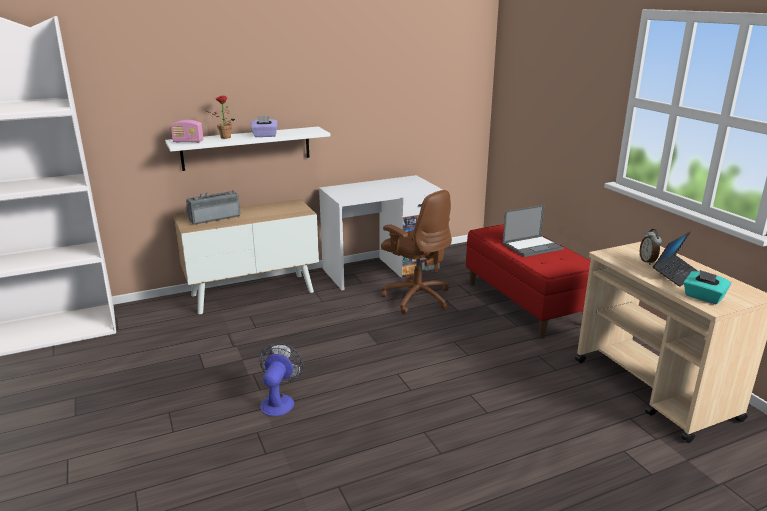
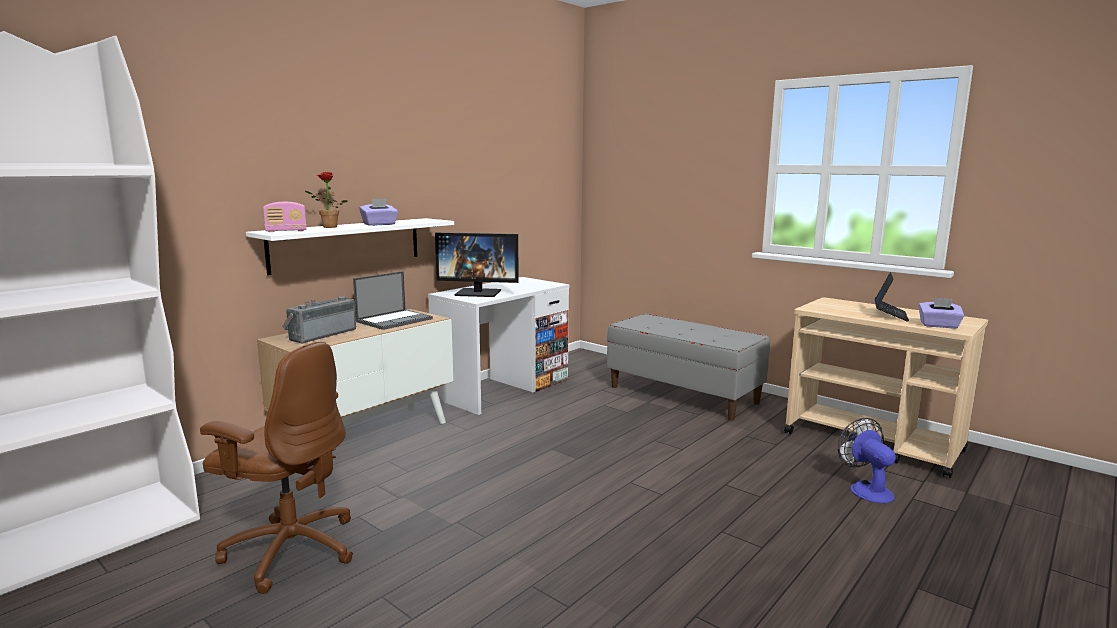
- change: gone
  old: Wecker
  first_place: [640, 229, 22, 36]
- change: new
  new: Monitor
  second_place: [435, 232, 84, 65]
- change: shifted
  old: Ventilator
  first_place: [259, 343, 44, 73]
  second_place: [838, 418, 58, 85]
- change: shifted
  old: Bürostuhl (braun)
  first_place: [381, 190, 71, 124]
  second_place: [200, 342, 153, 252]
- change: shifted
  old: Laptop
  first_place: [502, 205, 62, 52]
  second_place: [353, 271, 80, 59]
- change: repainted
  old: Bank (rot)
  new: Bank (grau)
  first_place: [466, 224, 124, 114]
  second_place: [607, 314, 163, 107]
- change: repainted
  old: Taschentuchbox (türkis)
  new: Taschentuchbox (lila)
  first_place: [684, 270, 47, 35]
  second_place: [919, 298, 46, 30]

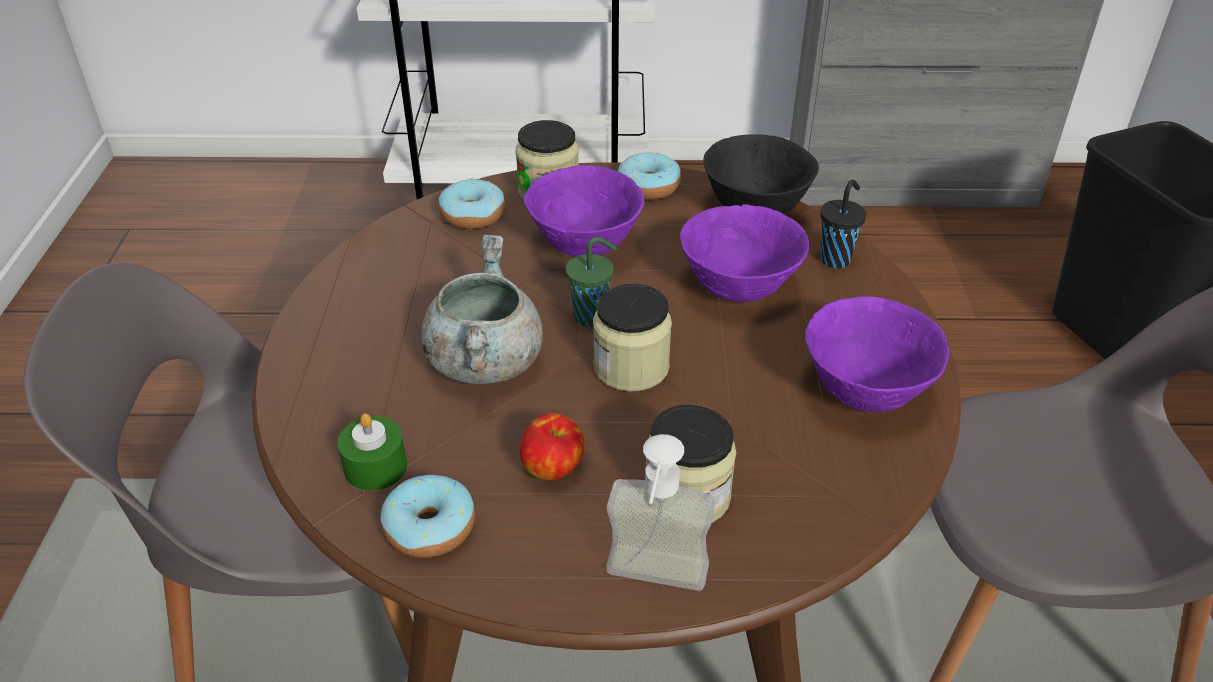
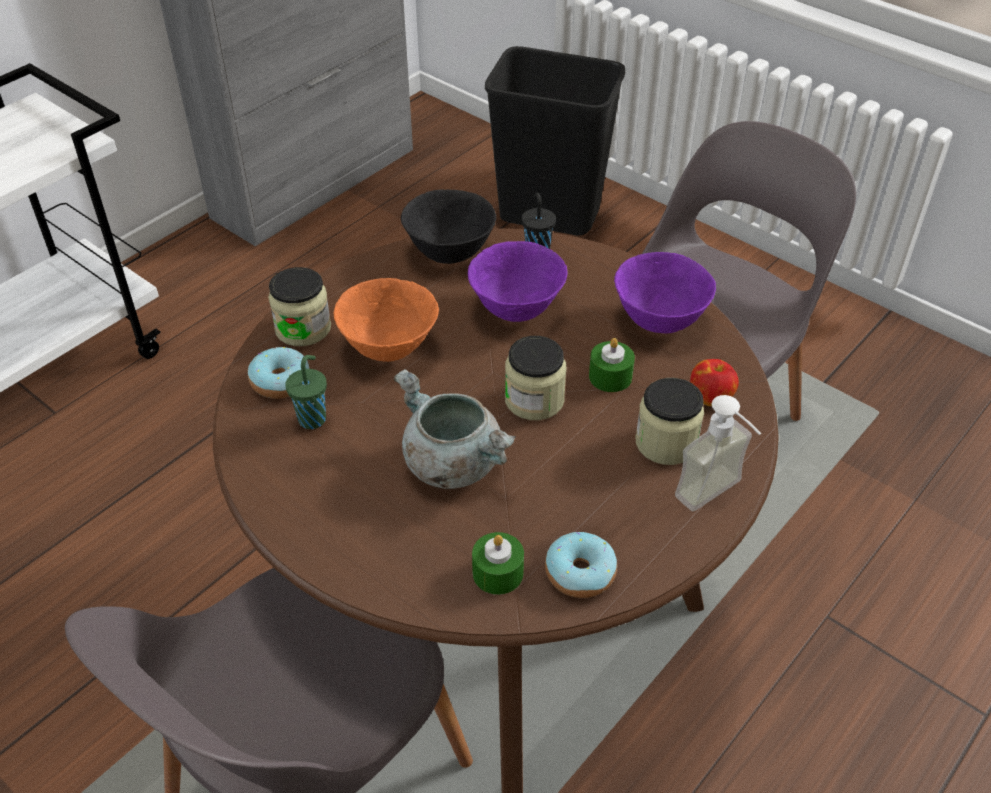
- change: gone
  old: Donut
  first_place: [618, 152, 63, 48]
- change: new
  new: Kerze (grün)
  second_place: [589, 338, 46, 54]
- change: shifted
  old: Apfel
  first_place: [520, 413, 65, 68]
  second_place: [690, 359, 49, 47]
- change: shifted
  old: Tasse (grün)
  first_place: [565, 237, 52, 90]
  second_place: [285, 355, 42, 74]
- change: repainted
  old: Schüssel (lila)
  new: Schüssel (orange)
  first_place: [524, 165, 120, 92]
  second_place: [333, 278, 106, 84]

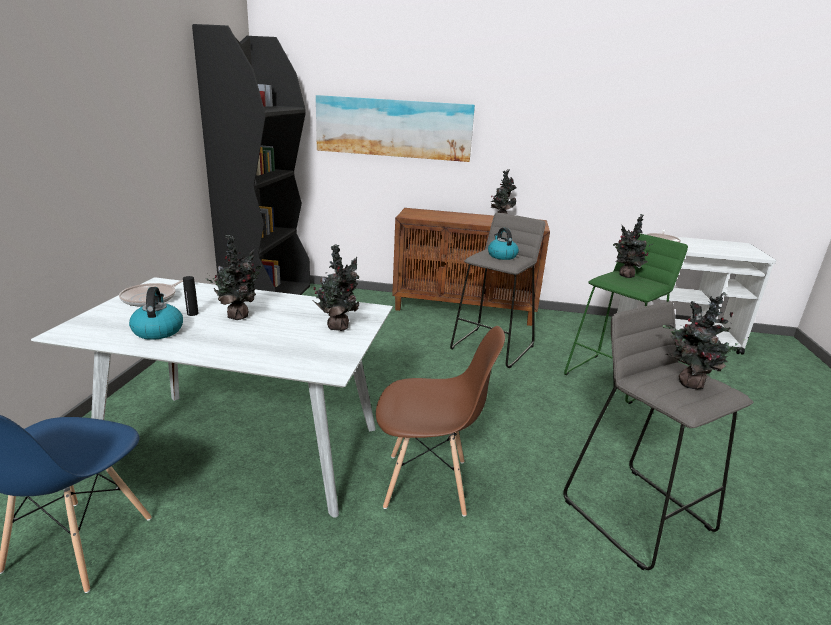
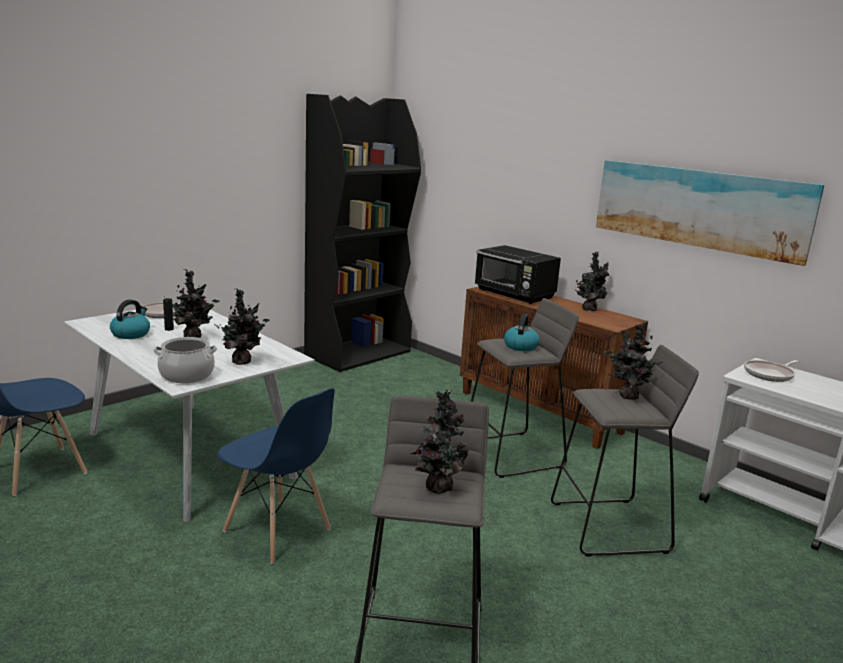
- change: new
  new: Kochtopf
  second_place: [153, 337, 64, 46]
- change: new
  new: Mikrowelle (schwarz)
  second_place: [475, 245, 86, 59]
- change: shifted
  old: Bild
  first_place: [316, 95, 159, 67]
  second_place: [596, 160, 228, 106]
- change: repainted
  old: Stuhl (braun)
  new: Stuhl (blau)
  first_place: [376, 326, 129, 191]
  second_place: [217, 388, 118, 176]
- change: repainted
  old: Hocker (grün)
  new: Hocker (grau)
  first_place: [564, 232, 124, 172]
  second_place: [551, 345, 148, 212]

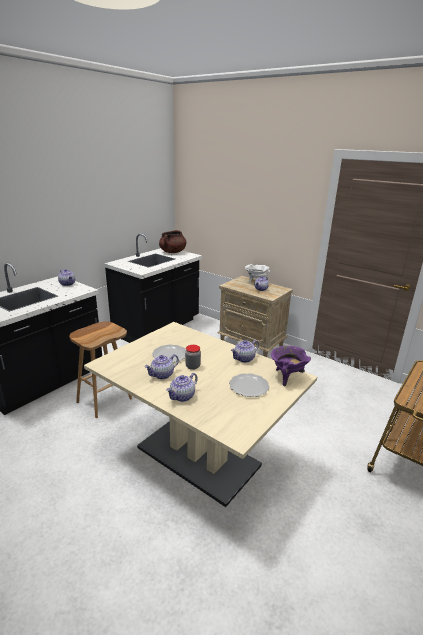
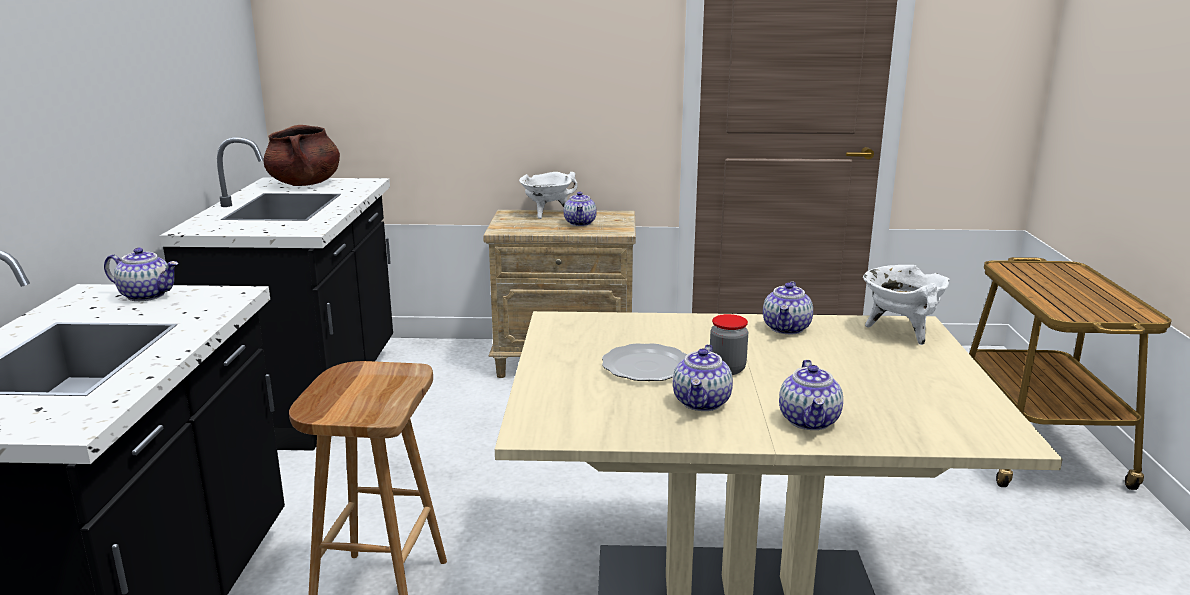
- change: gone
  old: Teller
  first_place: [229, 373, 41, 24]
- change: repainted
  old: Kochtopf (lila)
  new: Kochtopf (weiß)
  first_place: [271, 346, 40, 40]
  second_place: [863, 265, 87, 80]

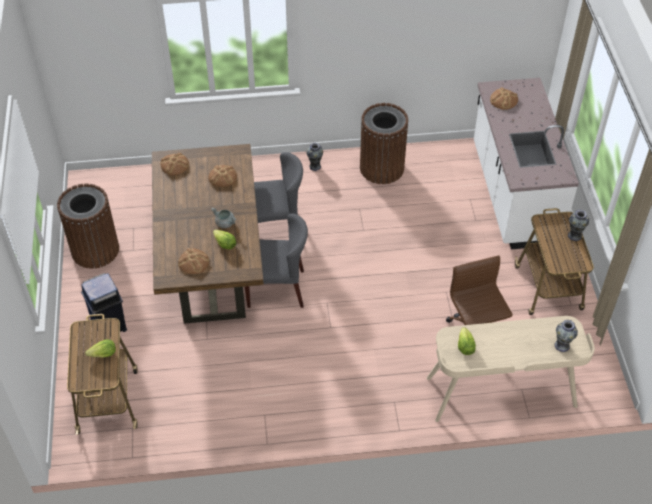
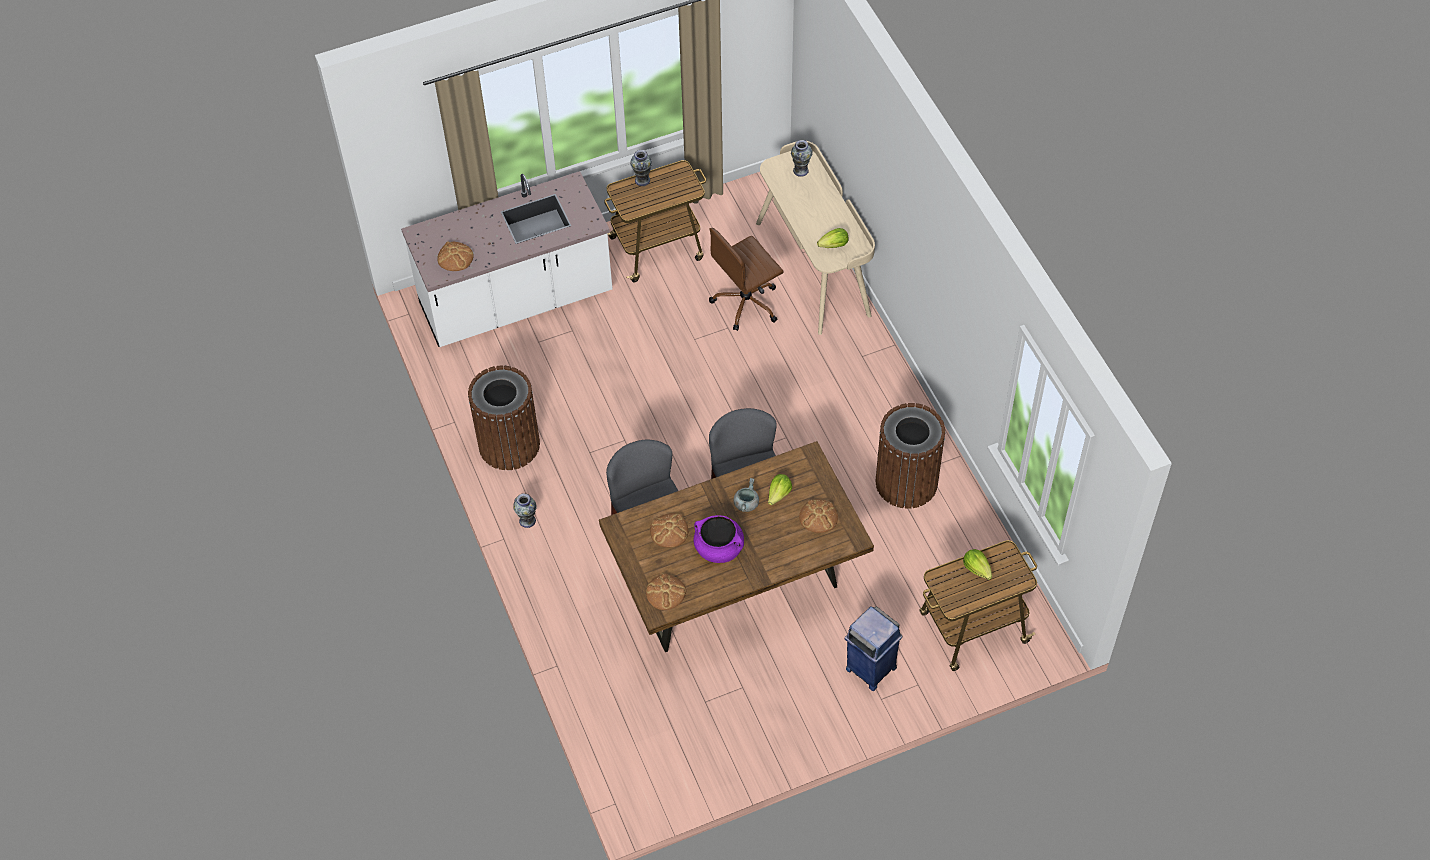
- change: new
  new: Kochtopf (lila)
  second_place: [694, 515, 50, 48]
- change: shifted
  old: Mülleimer (braun)
  first_place: [57, 183, 62, 86]
  second_place: [876, 403, 69, 106]

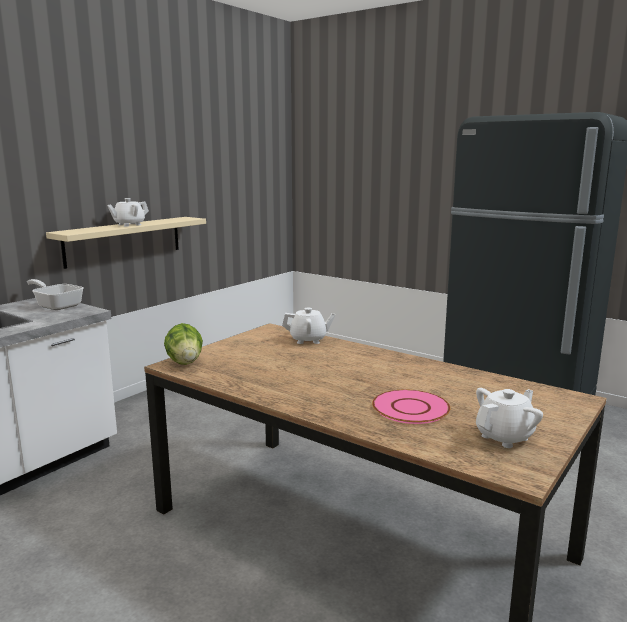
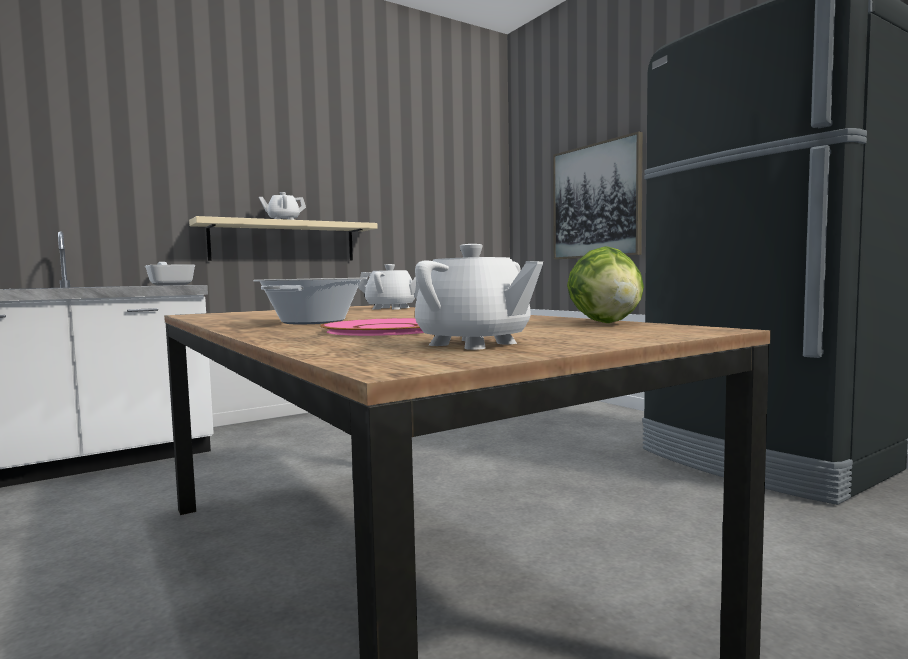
- change: new
  new: Kochtopf
  second_place: [253, 278, 114, 46]
- change: new
  new: Bild
  second_place: [553, 131, 90, 128]
- change: shifted
  old: Salatkopf
  first_place: [164, 323, 39, 42]
  second_place: [567, 246, 77, 77]
- change: rotated
  old: Teekanne (weiß)
  first_place: [476, 388, 67, 60]
  second_place: [415, 244, 128, 106]
  degrees: 60

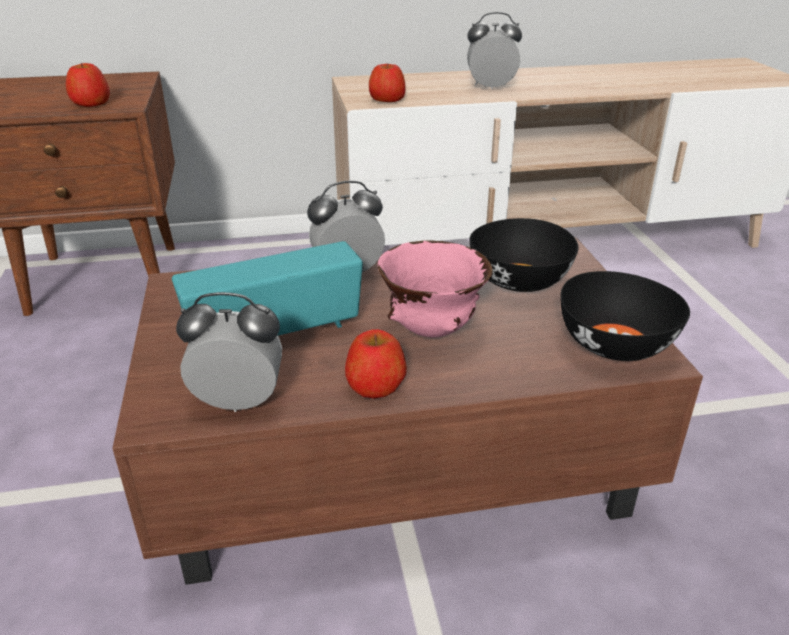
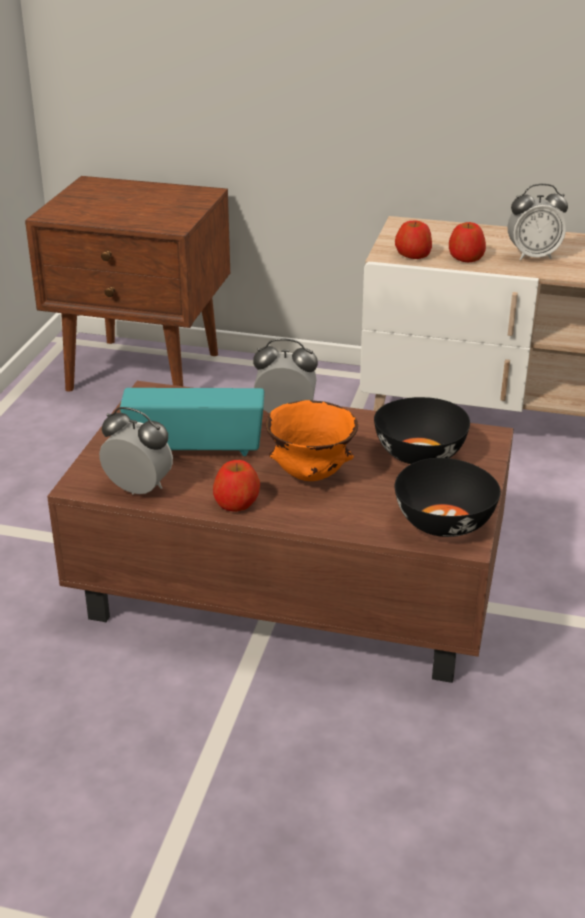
- change: shifted
  old: Apfel
  first_place: [66, 63, 44, 44]
  second_place: [449, 222, 37, 41]
- change: repainted
  old: Schüssel (rosa)
  new: Schüssel (orange)
  first_place: [378, 240, 115, 98]
  second_place: [265, 400, 93, 81]
- change: rotated
  old: Wecker
  first_place: [467, 12, 55, 77]
  second_place: [508, 184, 60, 76]
  degrees: 150

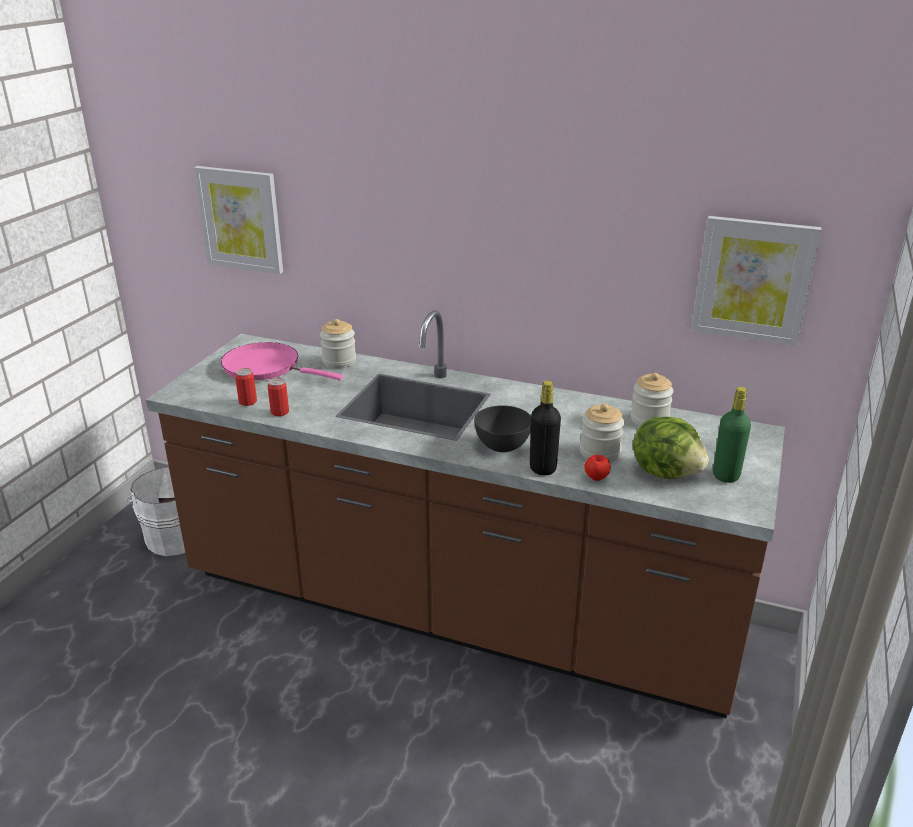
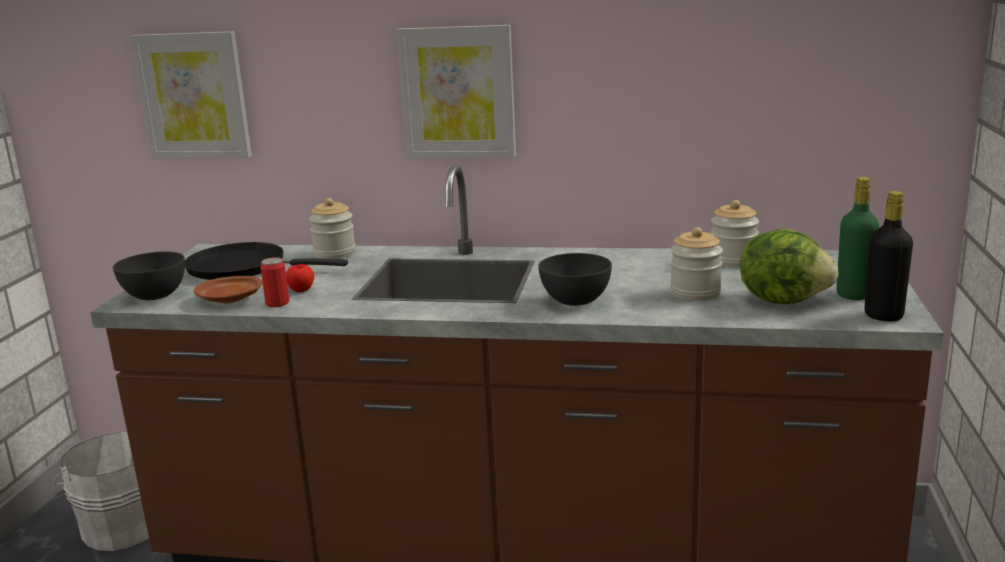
- change: new
  new: Schüssel (grau)
  second_place: [113, 251, 72, 49]
- change: shifted
  old: Flasche (schwarz)
  first_place: [530, 381, 31, 94]
  second_place: [864, 191, 49, 131]
- change: shifted
  old: Apfel
  first_place: [584, 455, 27, 26]
  second_place: [286, 264, 28, 28]
- change: shifted
  old: Bild
  first_place: [691, 216, 130, 130]
  second_place: [397, 25, 119, 134]
- change: swapped
  old: Dose
  new: Teller (braun)
  first_place: [235, 368, 22, 38]
  second_place: [194, 276, 68, 27]
- change: repainted
  old: Pfanne (rosa)
  new: Pfanne (schwarz)
  first_place: [221, 342, 122, 39]
  second_place: [185, 242, 163, 38]

